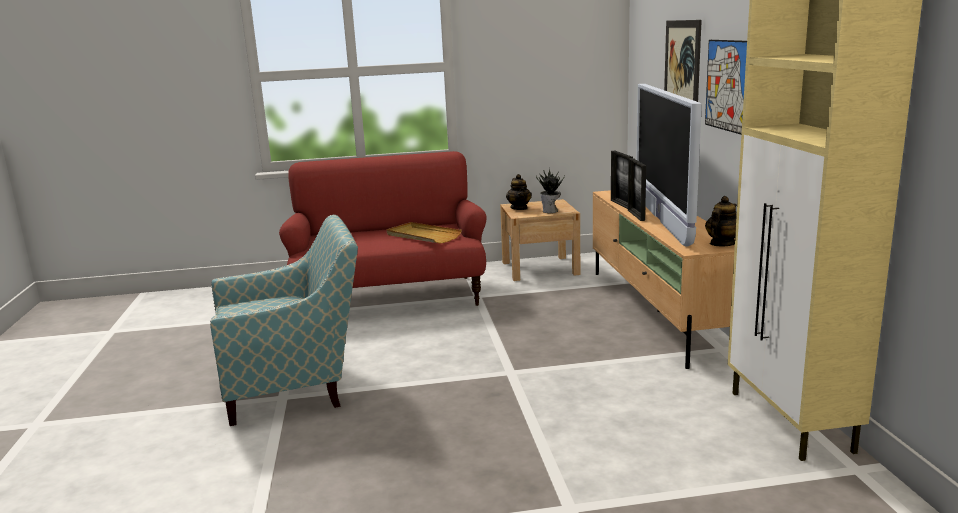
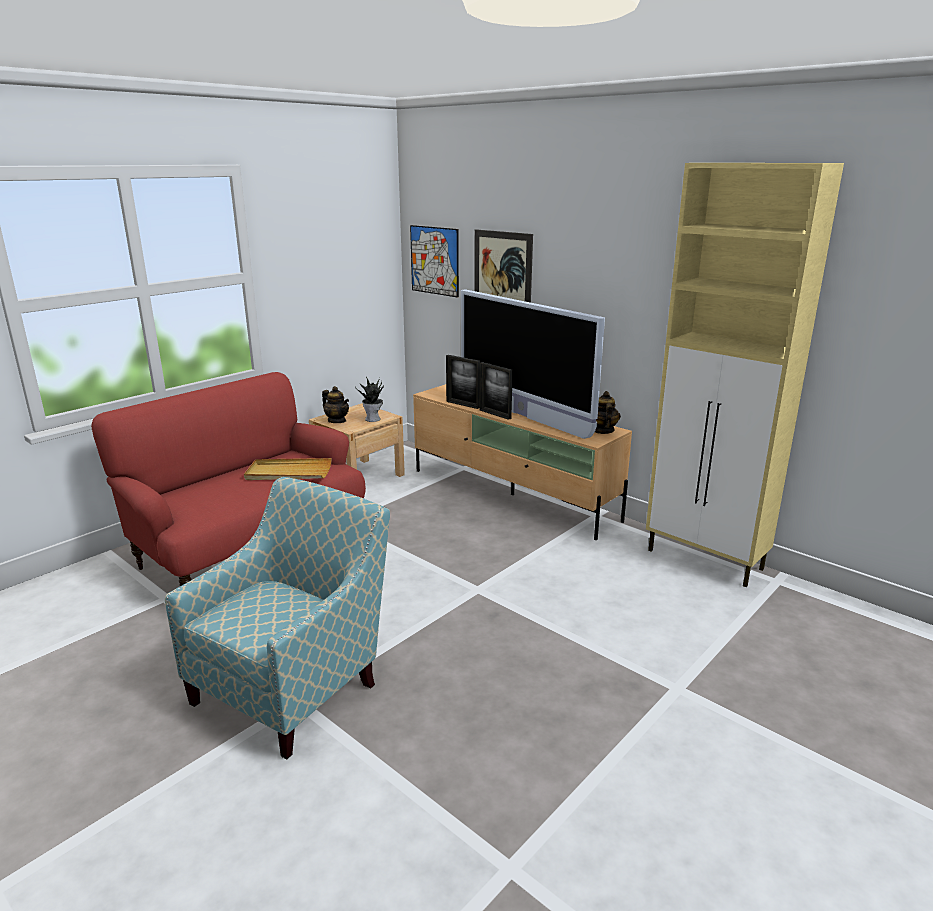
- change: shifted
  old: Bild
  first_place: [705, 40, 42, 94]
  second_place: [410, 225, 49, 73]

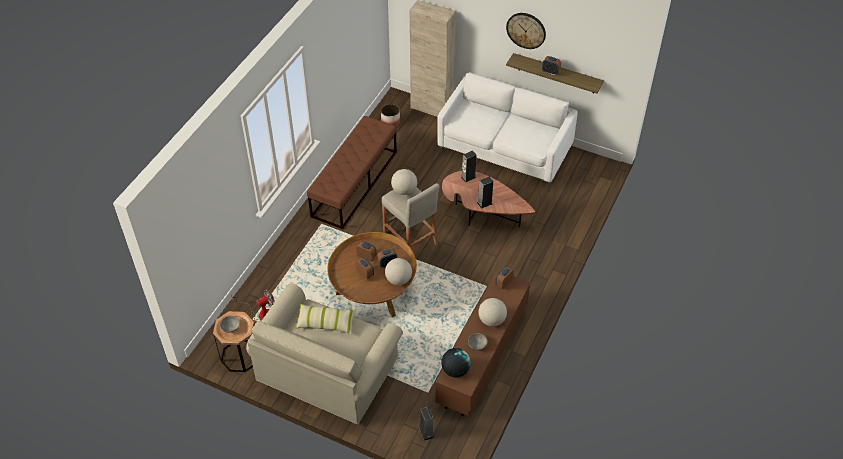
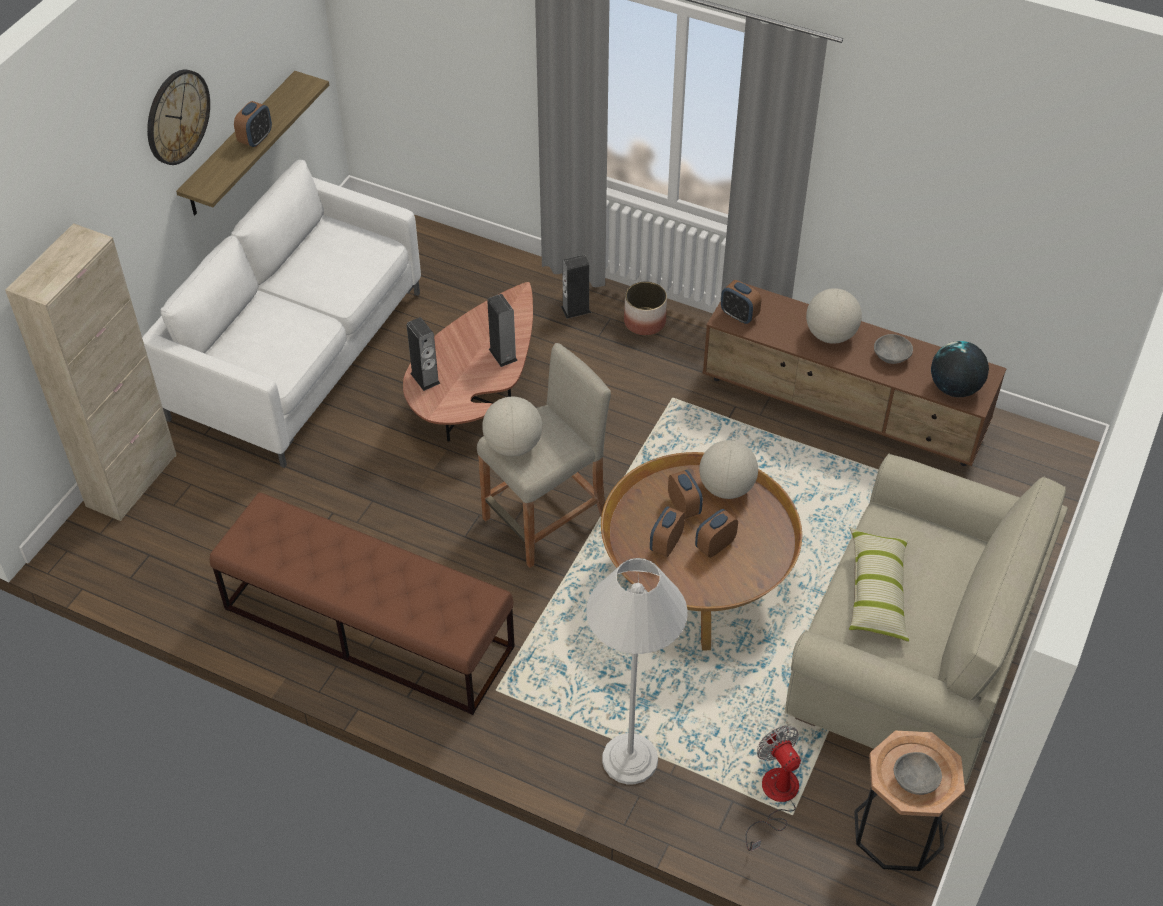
- change: new
  new: Stehlampe (weiß)
  second_place: [586, 558, 102, 226]
- change: shifted
  old: Pflanzkübel
  first_place: [381, 104, 19, 23]
  second_place: [624, 281, 43, 54]
- change: shifted
  old: Lautsprecher
  first_place: [419, 407, 15, 34]
  second_place: [561, 255, 30, 64]

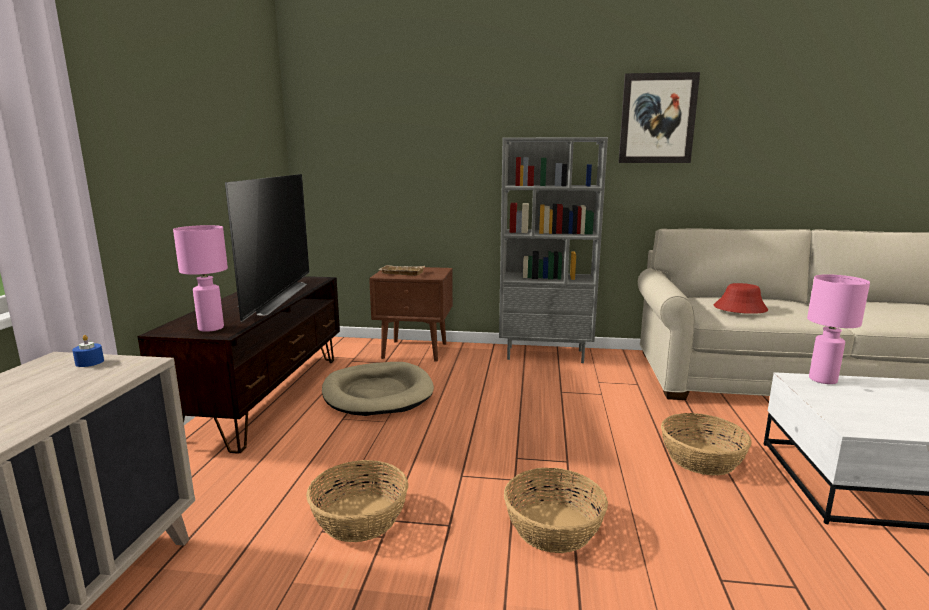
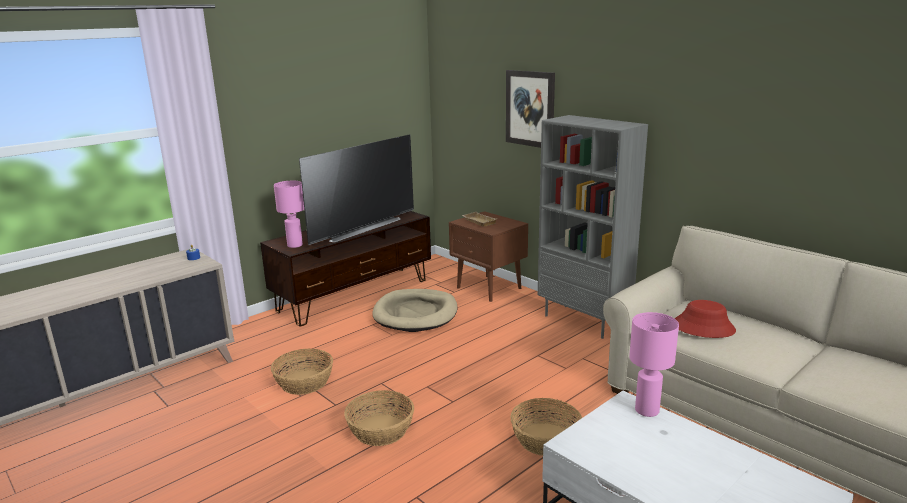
- change: shifted
  old: Bild
  first_place: [618, 72, 82, 91]
  second_place: [506, 70, 49, 78]

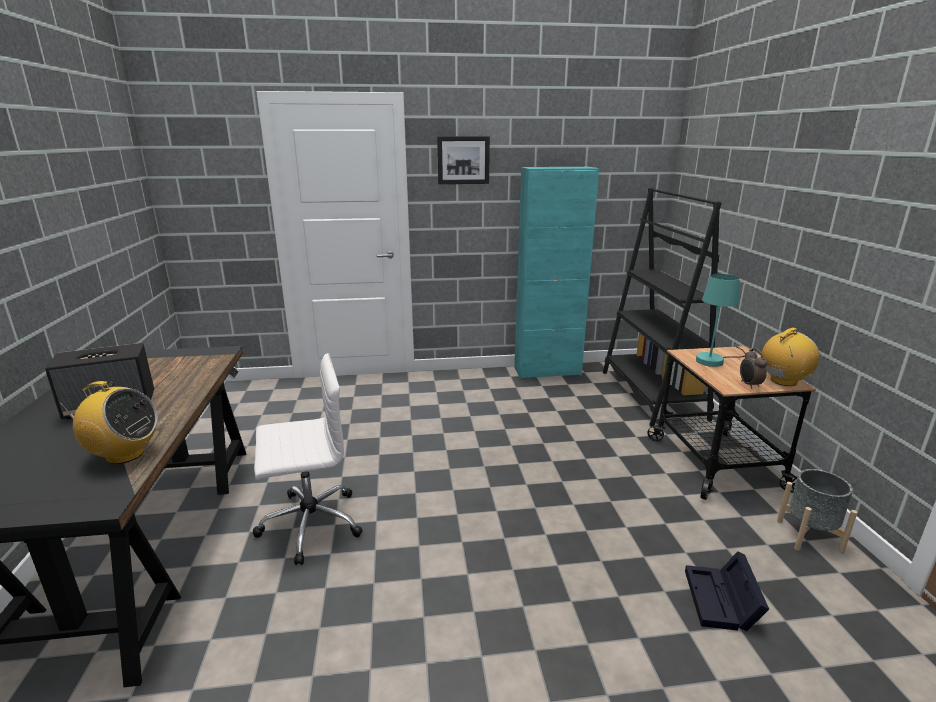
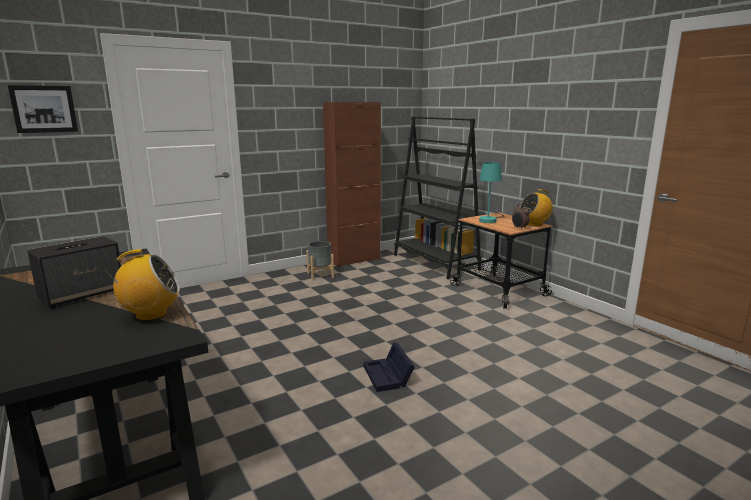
- change: gone
  old: Bürostuhl (weiß)
  first_place: [253, 353, 110, 212]
- change: shifted
  old: Bild
  first_place: [437, 136, 53, 48]
  second_place: [8, 85, 70, 48]
- change: shifted
  old: Aufbewahrungsbox (schwarz)
  first_place: [685, 551, 84, 80]
  second_place: [363, 342, 52, 50]
- change: shifted
  old: Pflanzkübel (grau)
  first_place: [777, 469, 80, 85]
  second_place: [306, 241, 28, 39]
- change: repainted
  old: Schrank (türkis)
  new: Schrank (braun)
  first_place: [514, 167, 85, 212]
  second_place: [323, 102, 58, 165]
- change: rotated
  old: Radio
  first_place: [762, 328, 58, 58]
  second_place: [520, 189, 33, 37]
  degrees: -150

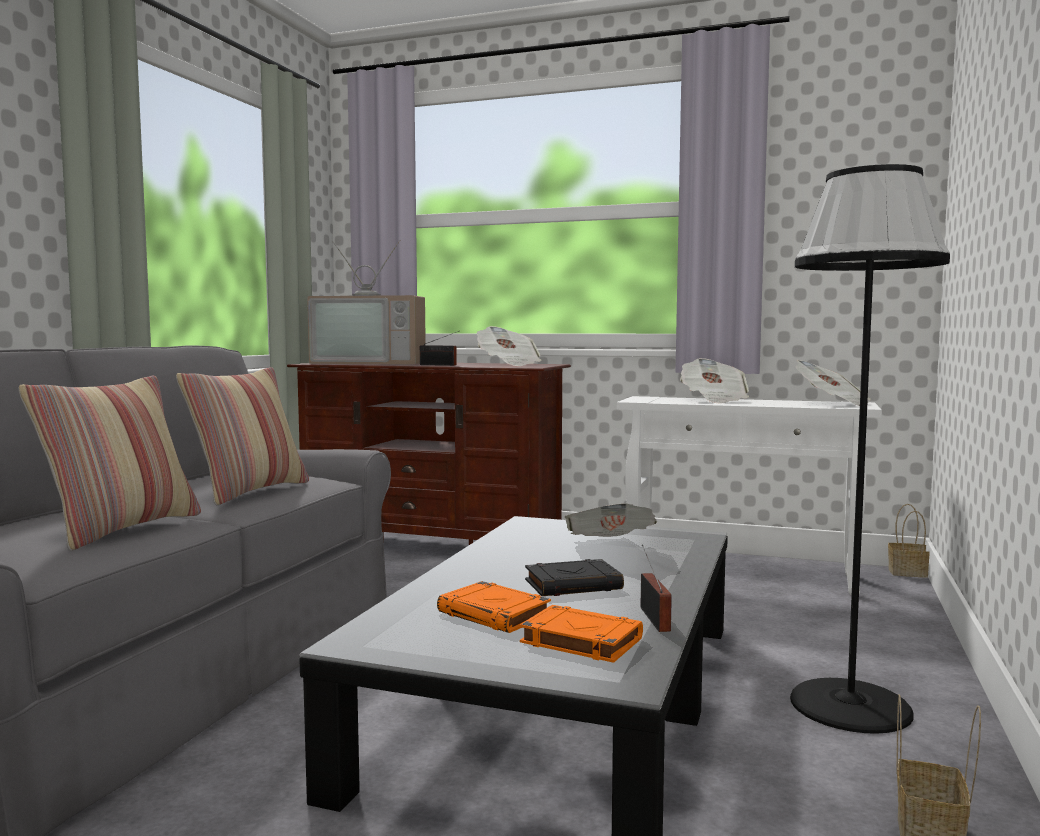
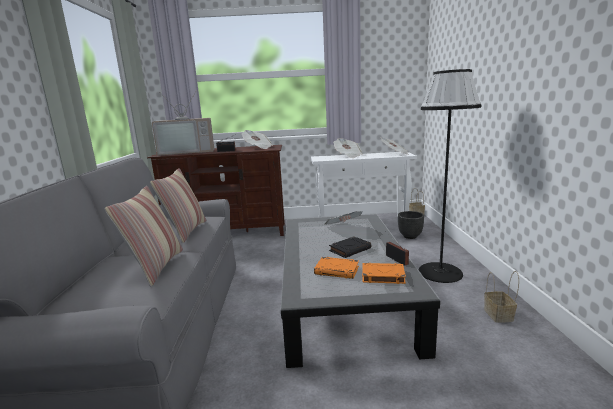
- change: new
  new: Pflanzkübel (schwarz)
  second_place: [398, 211, 26, 28]

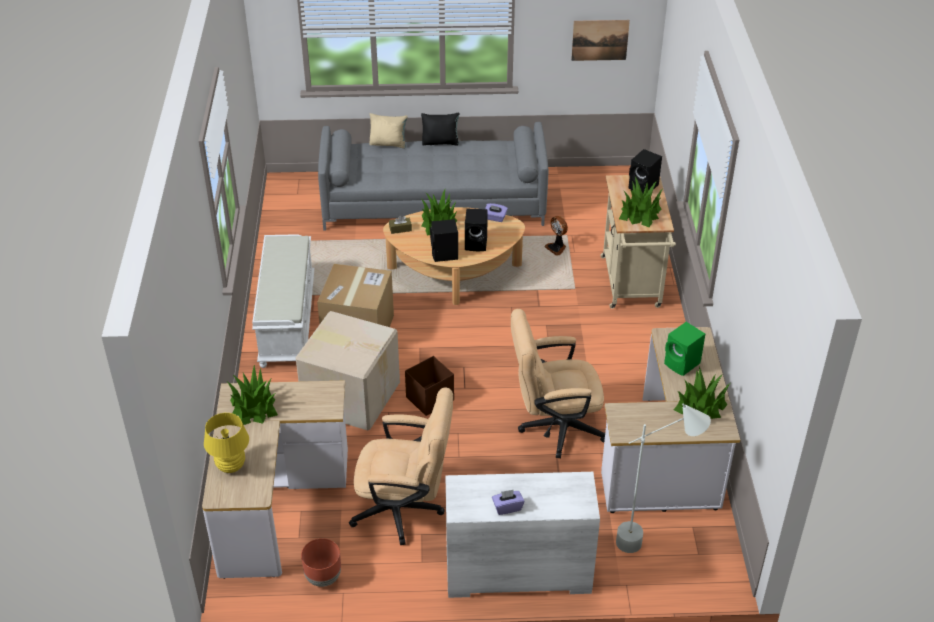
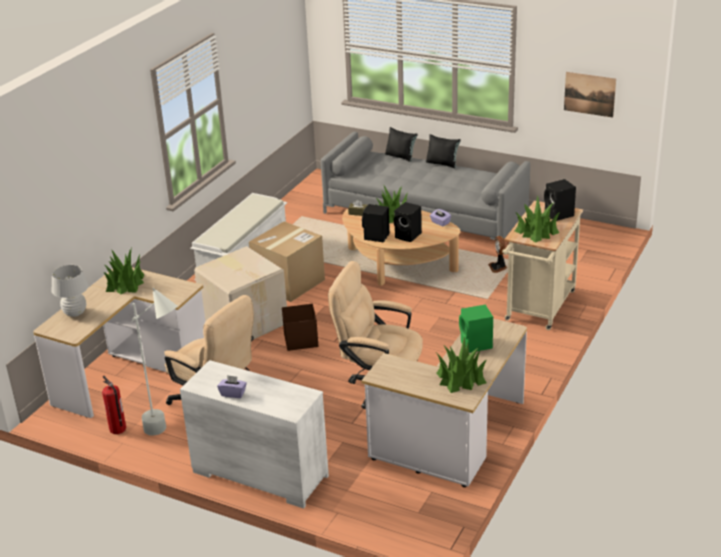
- change: shifted
  old: Stehlampe (weiß)
  first_place: [616, 404, 95, 149]
  second_place: [130, 288, 48, 147]
- change: swapped
  old: Pflanzkübel (braun)
  new: Feuerlöscher
  first_place: [301, 538, 40, 49]
  second_place: [102, 376, 24, 58]
- change: repainted
  old: Tischlampe (gelb)
  new: Tischlampe (weiß)
  first_place: [204, 413, 45, 60]
  second_place: [51, 265, 38, 52]
- change: repainted
  old: Kissen (beige)
  new: Kissen (schwarz)
  first_place: [369, 113, 39, 35]
  second_place: [385, 127, 33, 35]

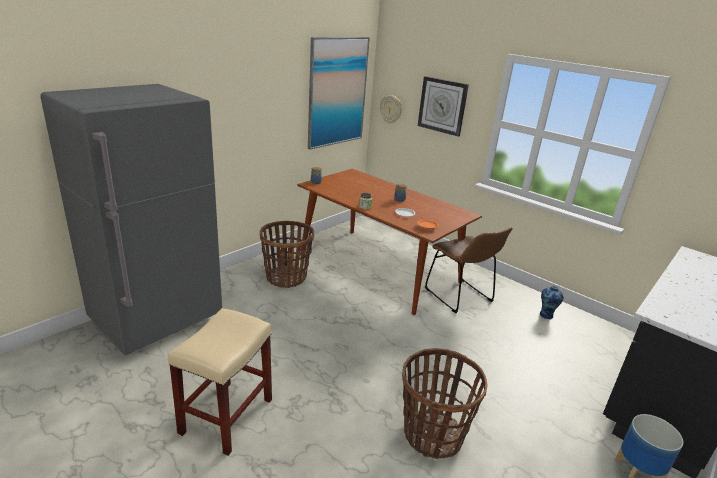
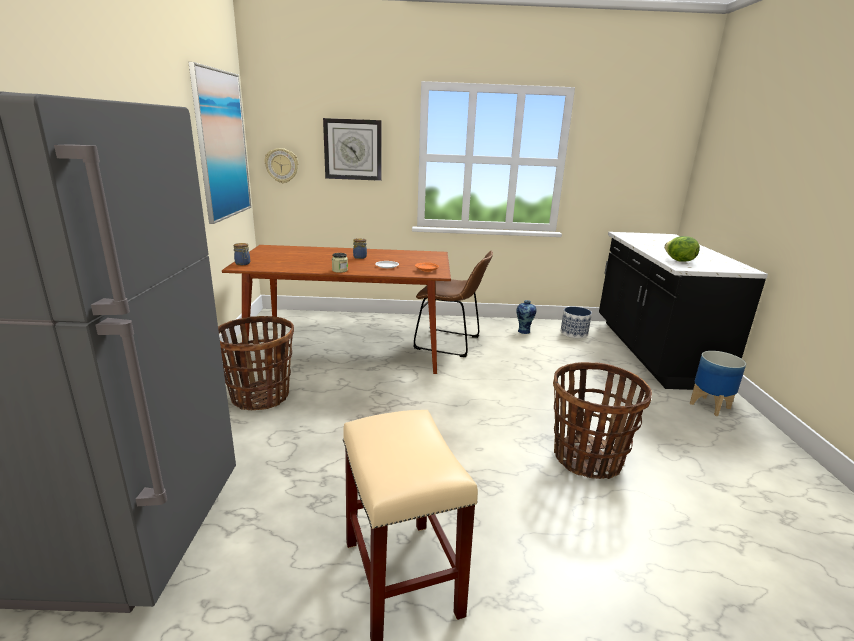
- change: new
  new: Pflanzkübel
  second_place: [561, 306, 31, 33]
- change: new
  new: Salatkopf
  second_place: [664, 236, 36, 26]

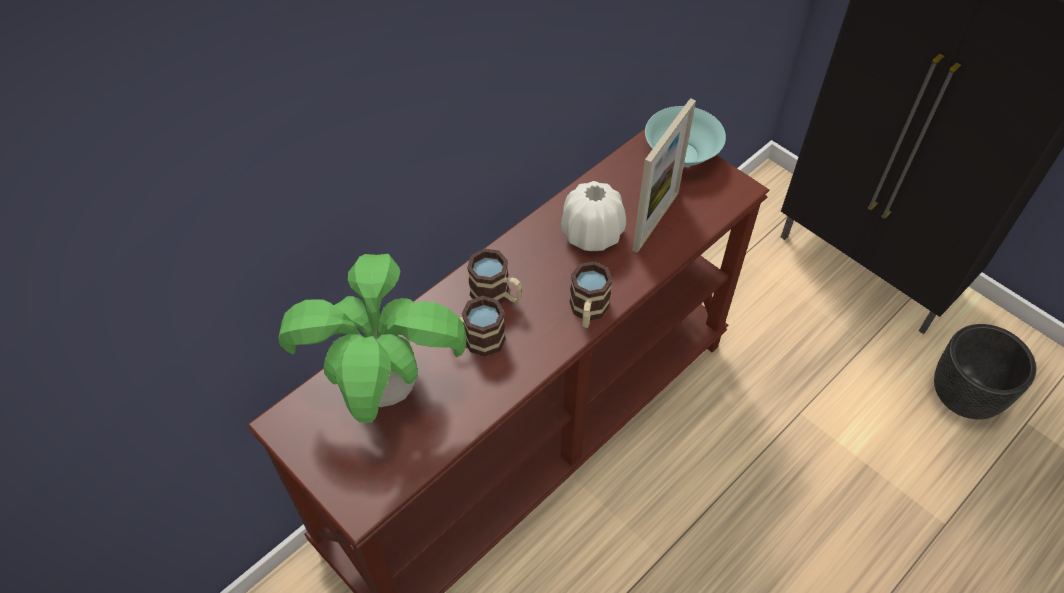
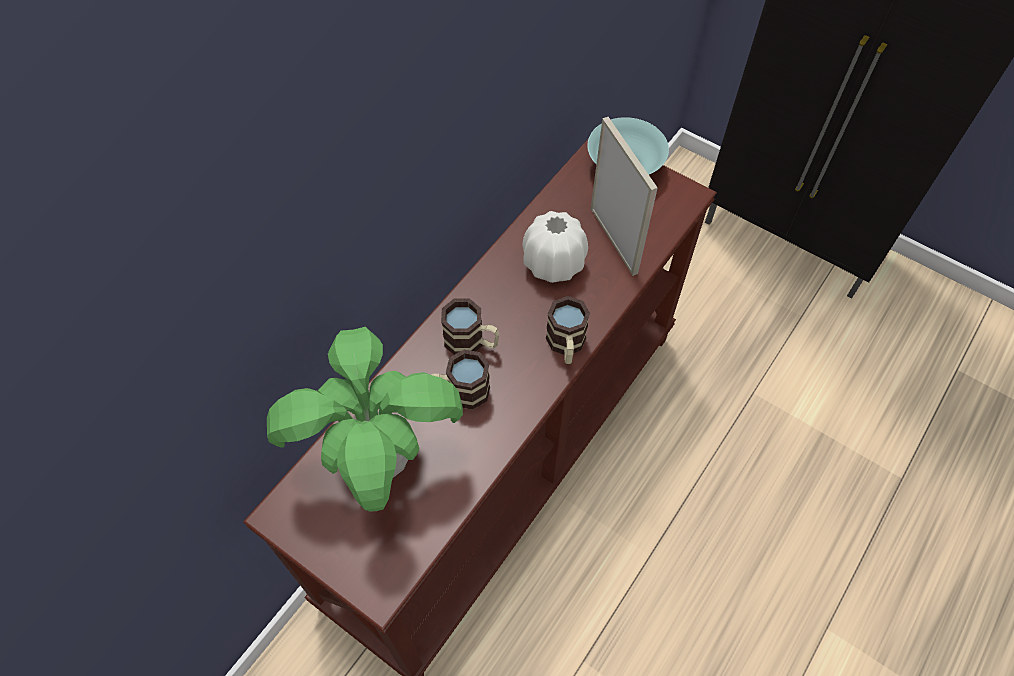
- change: gone
  old: Pflanzkübel (schwarz)
  first_place: [934, 324, 102, 95]
- change: rotated
  old: Bilderrahmen
  first_place: [632, 98, 64, 155]
  second_place: [591, 117, 66, 159]
  degrees: -45

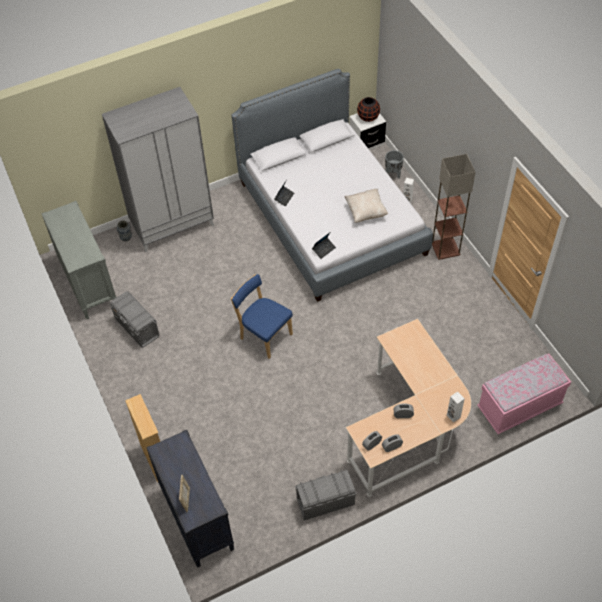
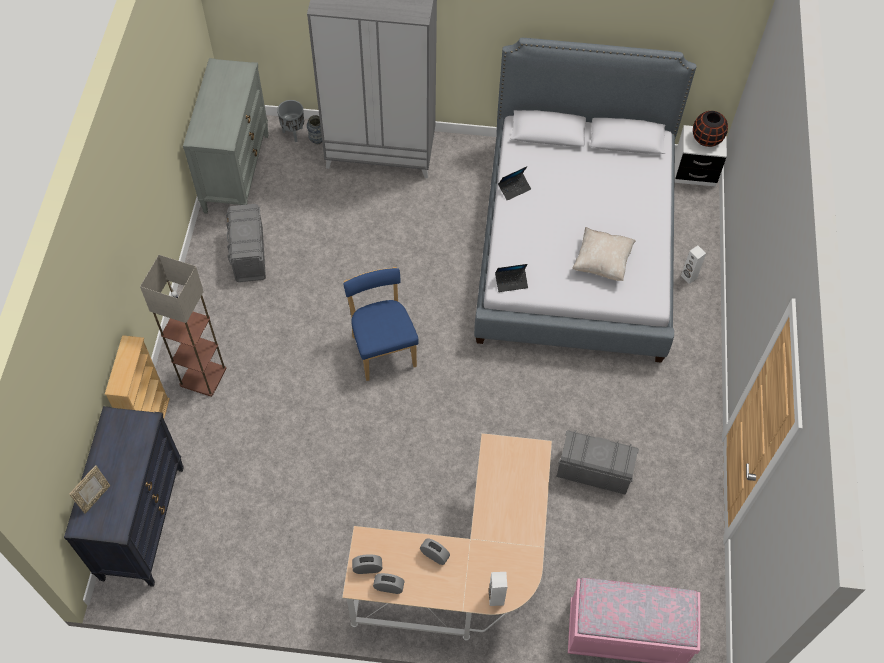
- change: shifted
  old: Aufbewahrungsbox (grau)
  first_place: [295, 470, 61, 50]
  second_place: [556, 430, 83, 65]
- change: shifted
  old: Pflanzkübel (grau)
  first_place: [385, 150, 19, 29]
  second_place: [277, 100, 27, 42]
- change: shifted
  old: Stehlampe
  first_place: [432, 154, 44, 106]
  second_place: [140, 255, 87, 142]

